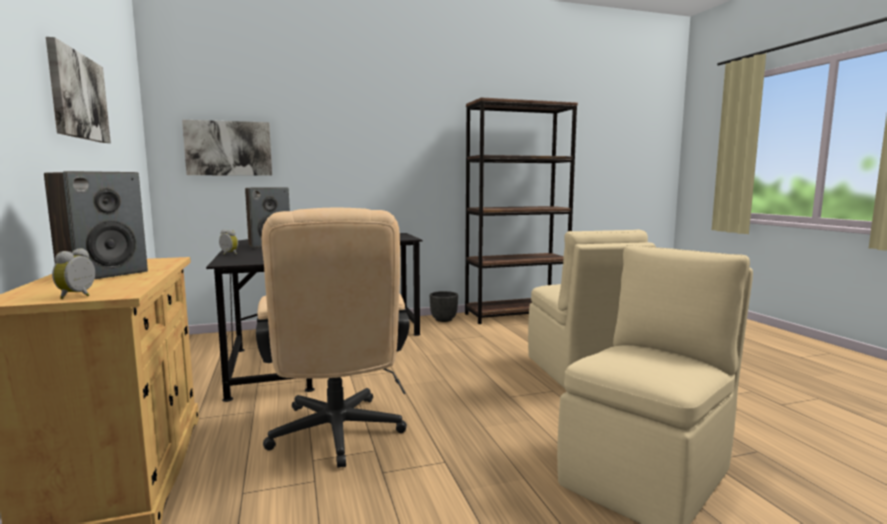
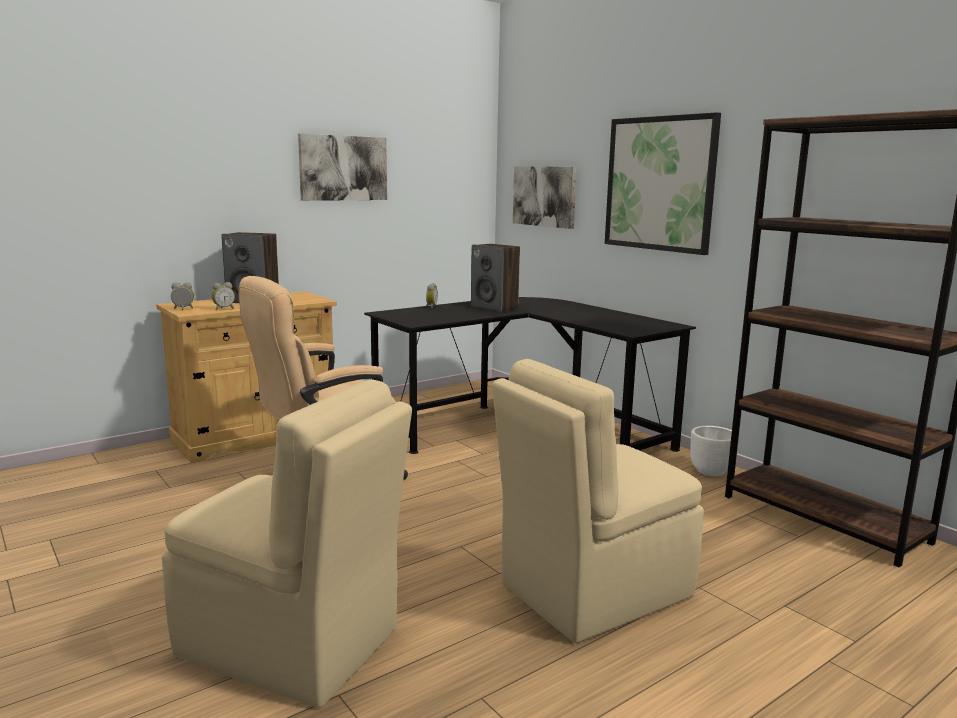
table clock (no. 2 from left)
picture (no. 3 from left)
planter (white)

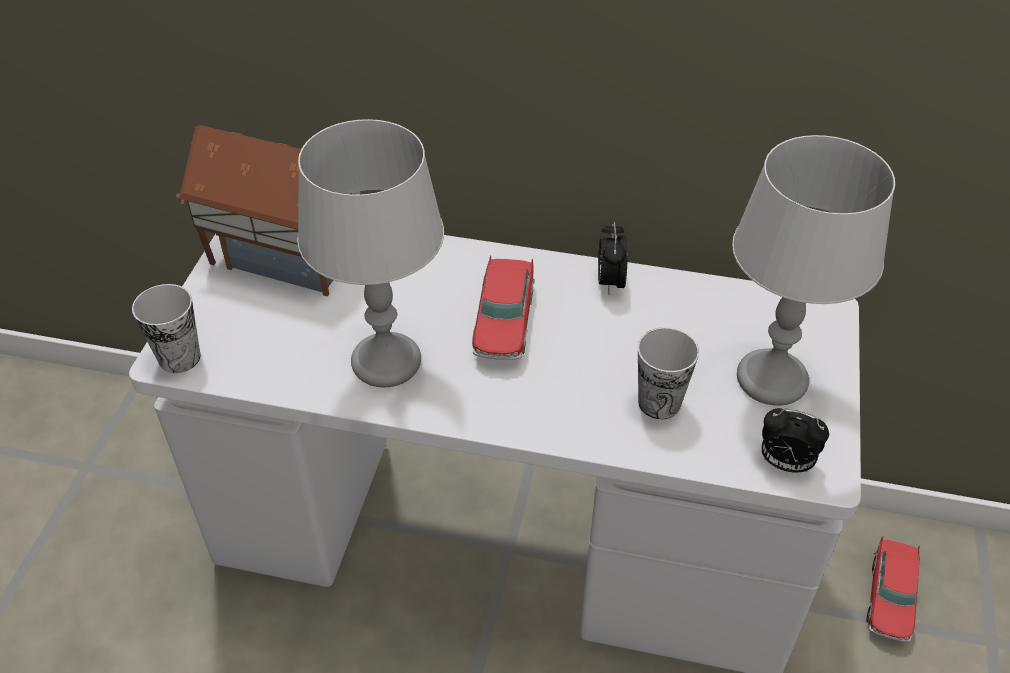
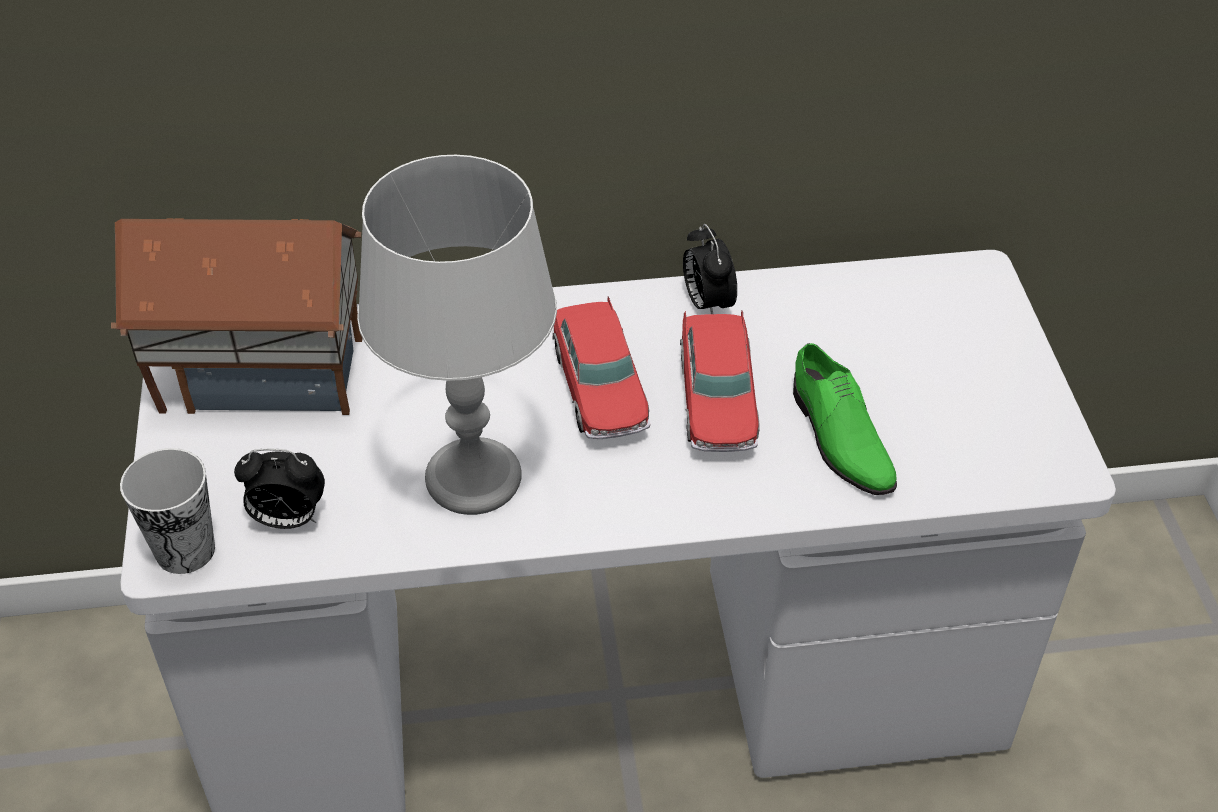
table clock (no. 1 from left)
toy car (no. 2 from left)
item of footwear (green)
lamp for a table (grey) (no. 2 from left in the first image)

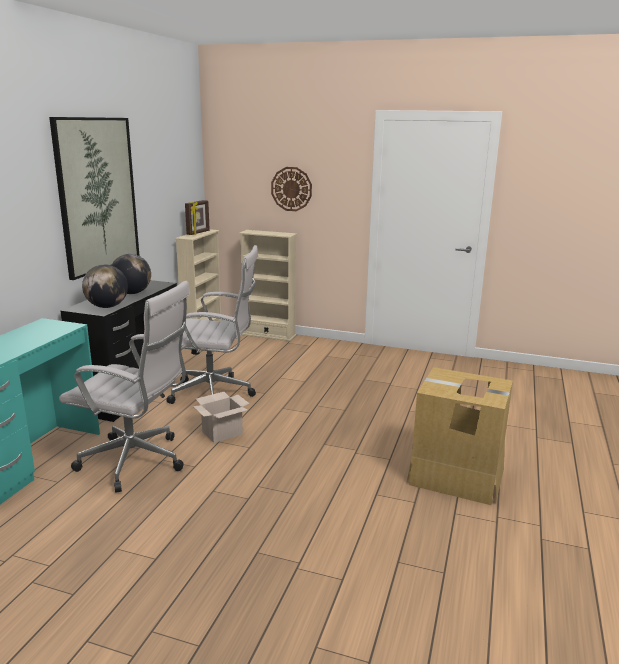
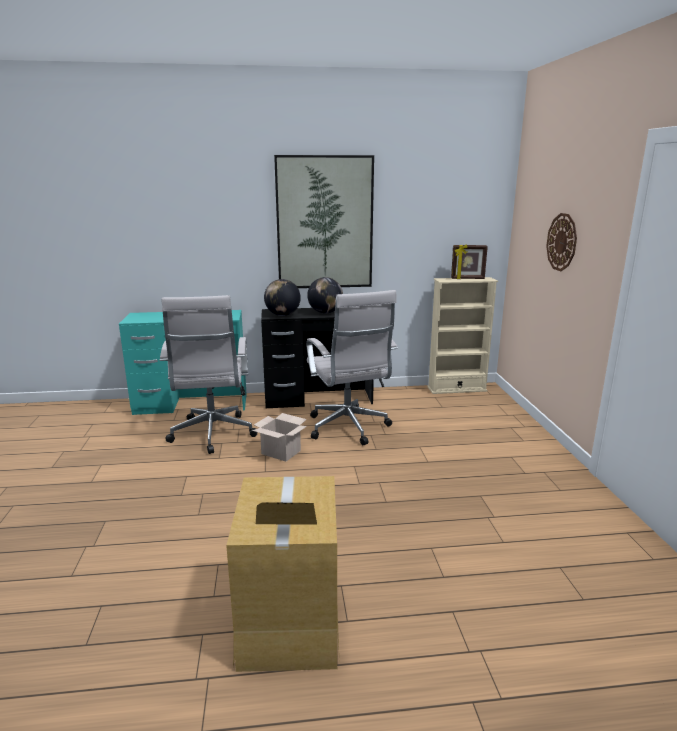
shelving unit (beige) (no. 2 from left in the first image)

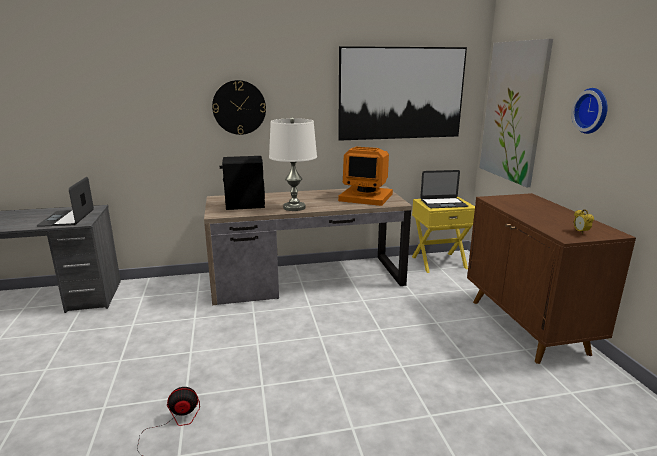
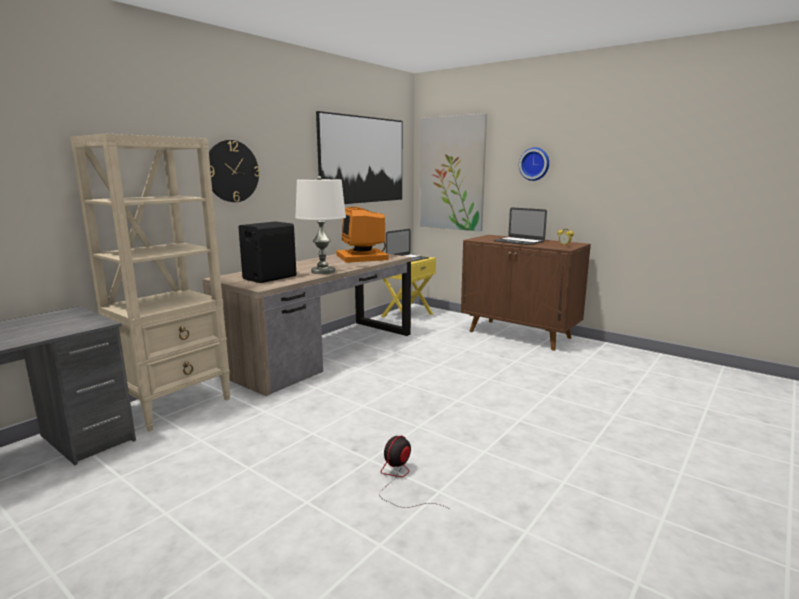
shelving unit (beige)
monitor
notebook computer (no. 2 from left)

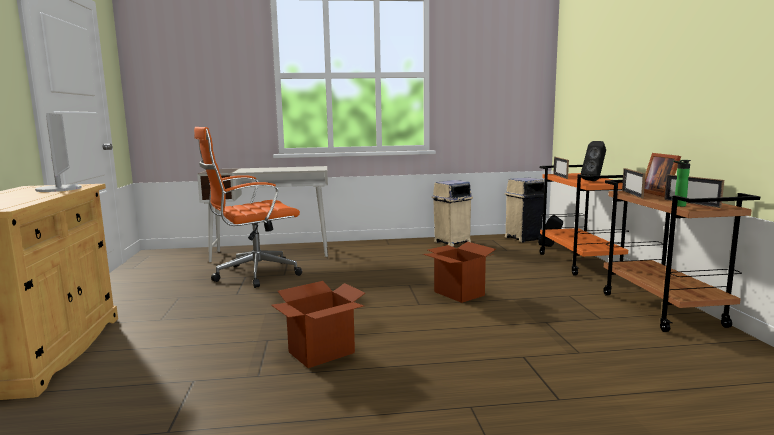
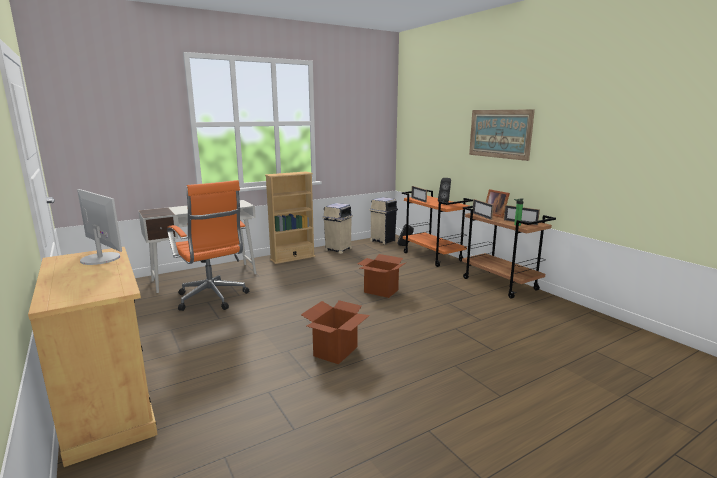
computer chair (orange-coloured)
shelving unit (beige)
picture

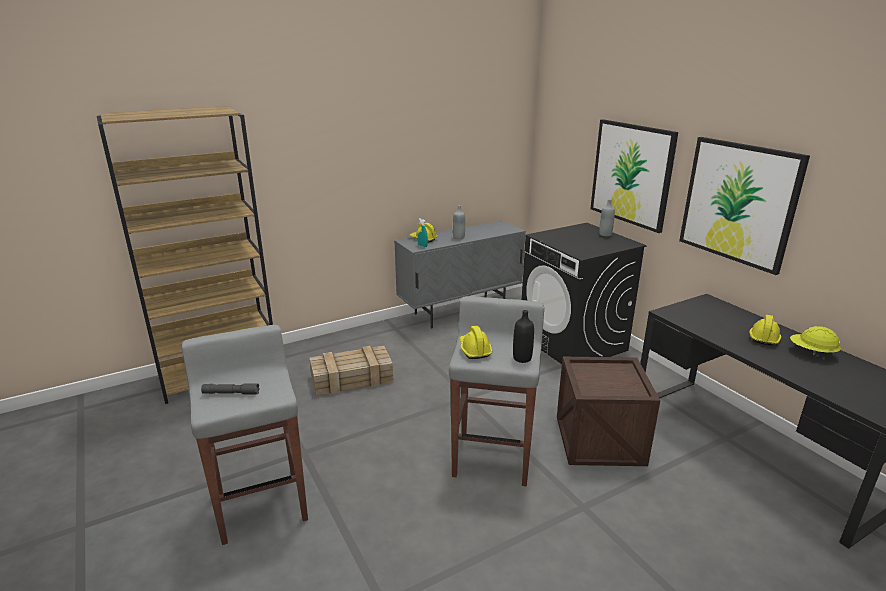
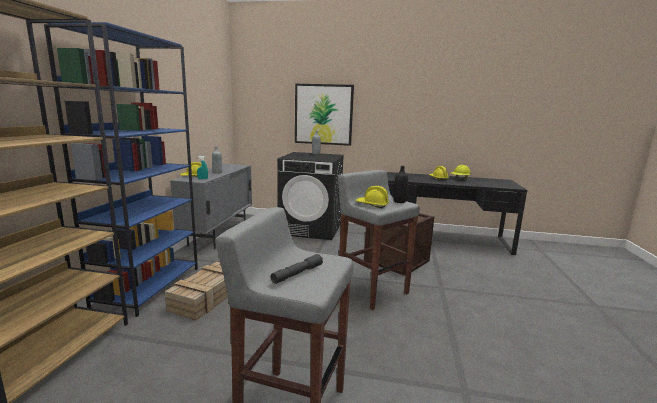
shelving unit (bluish)
picture (no. 2 from left in the first image)

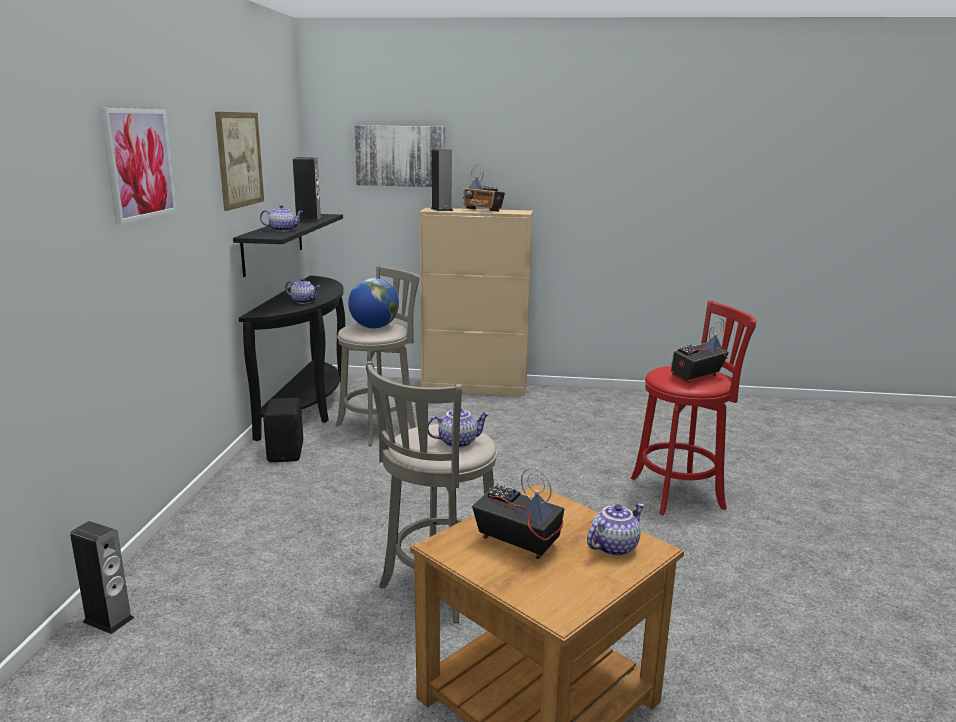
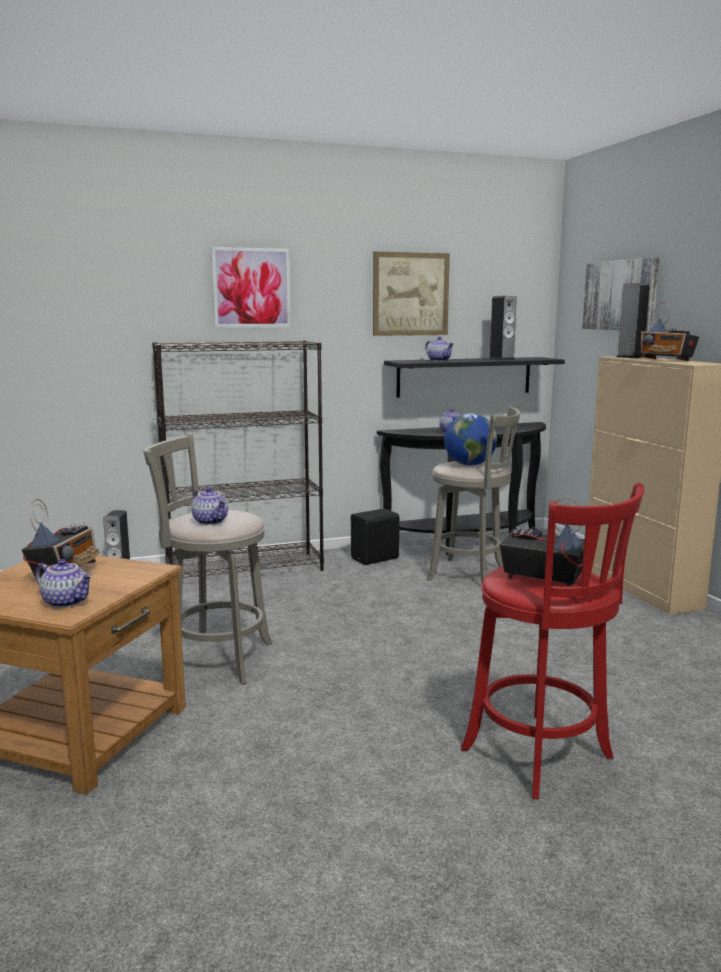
shelving unit (blackish)
radio receiver (no. 3 from left)

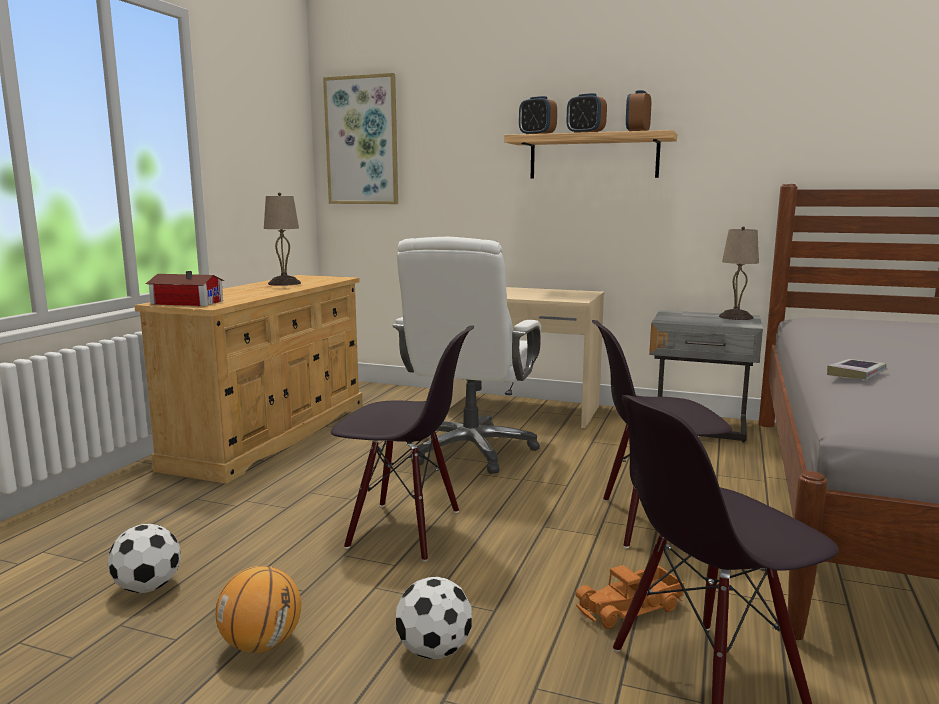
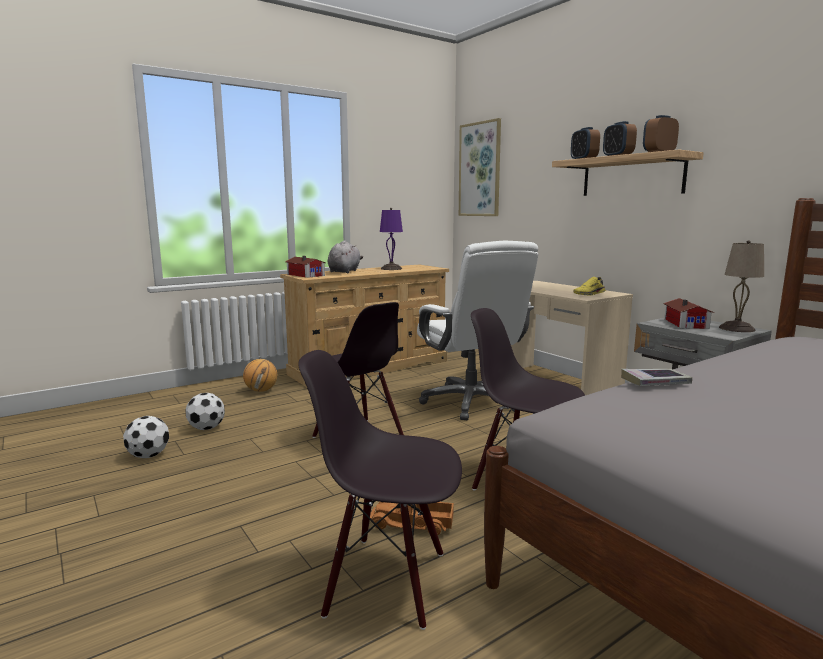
football (no. 1 from left)
basketball
soft toy (grey)
lamp for a table (purplish)
computer chair (white)
item of footwear (yellow)
toy house (no. 2 from left)

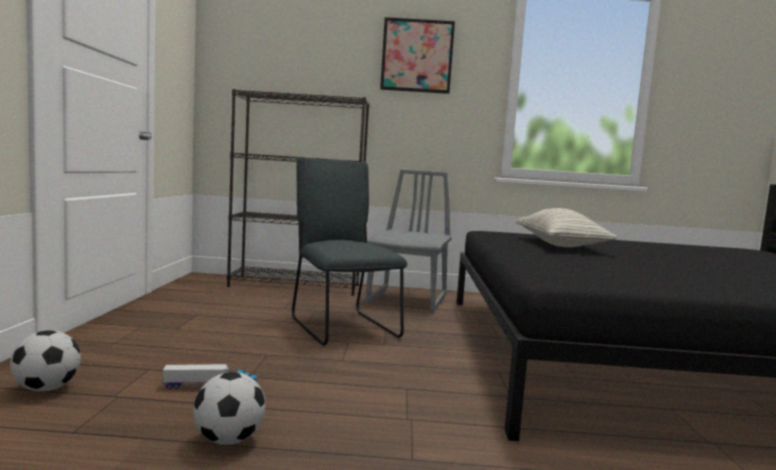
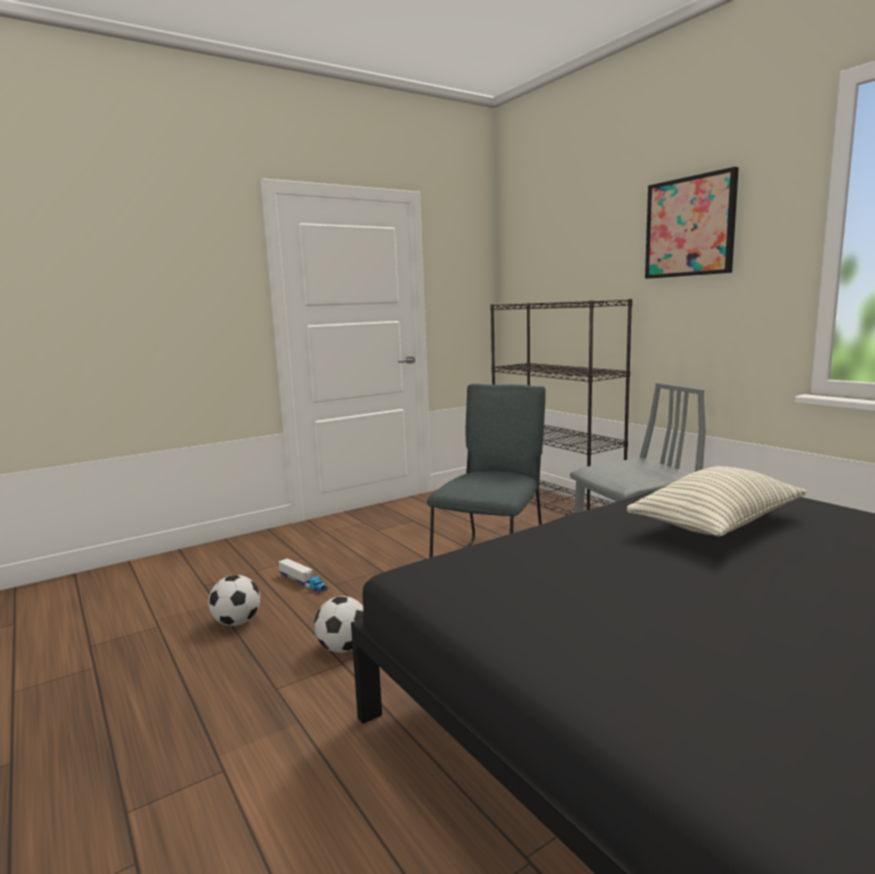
football (no. 2 from left)

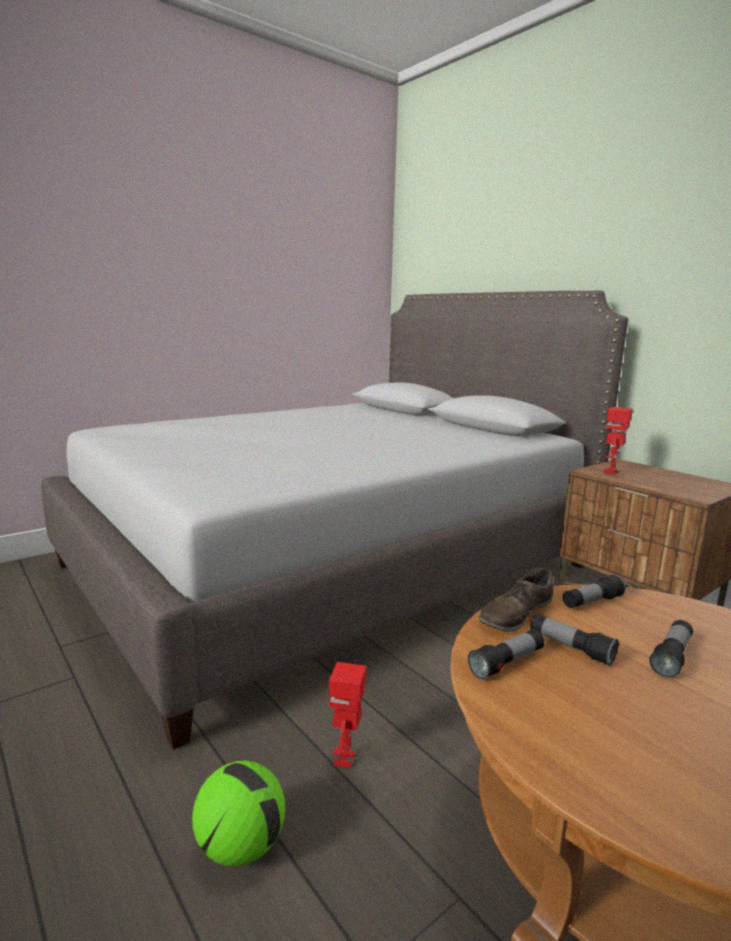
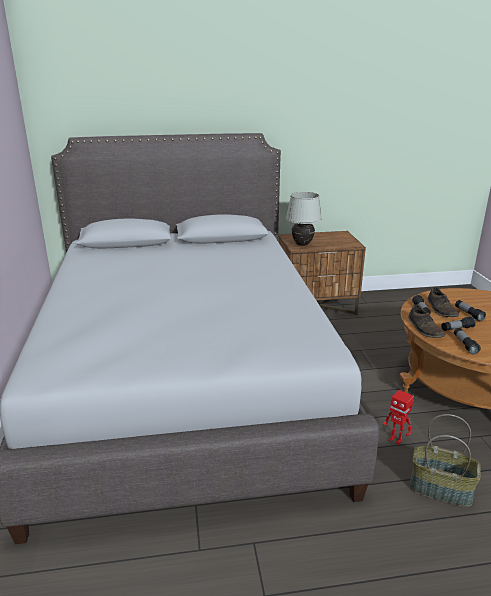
lamp for a table (white)
basket
item of footwear (brown-coloured) (no. 2 from left)

